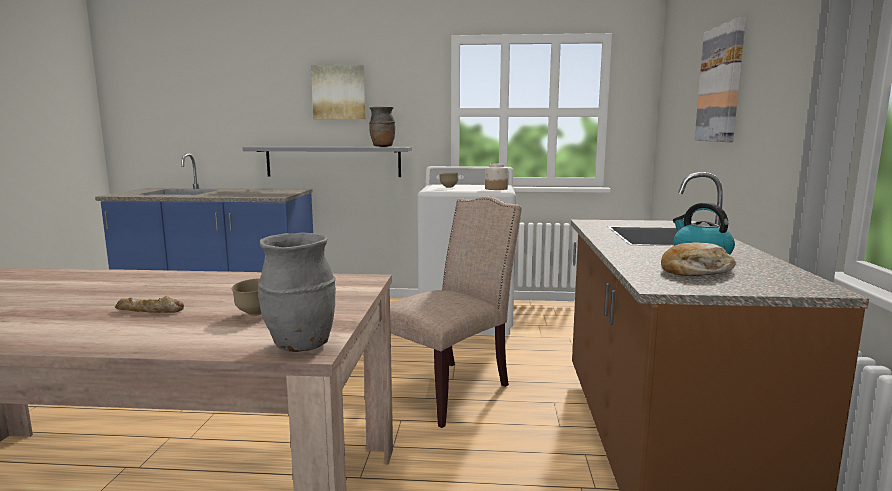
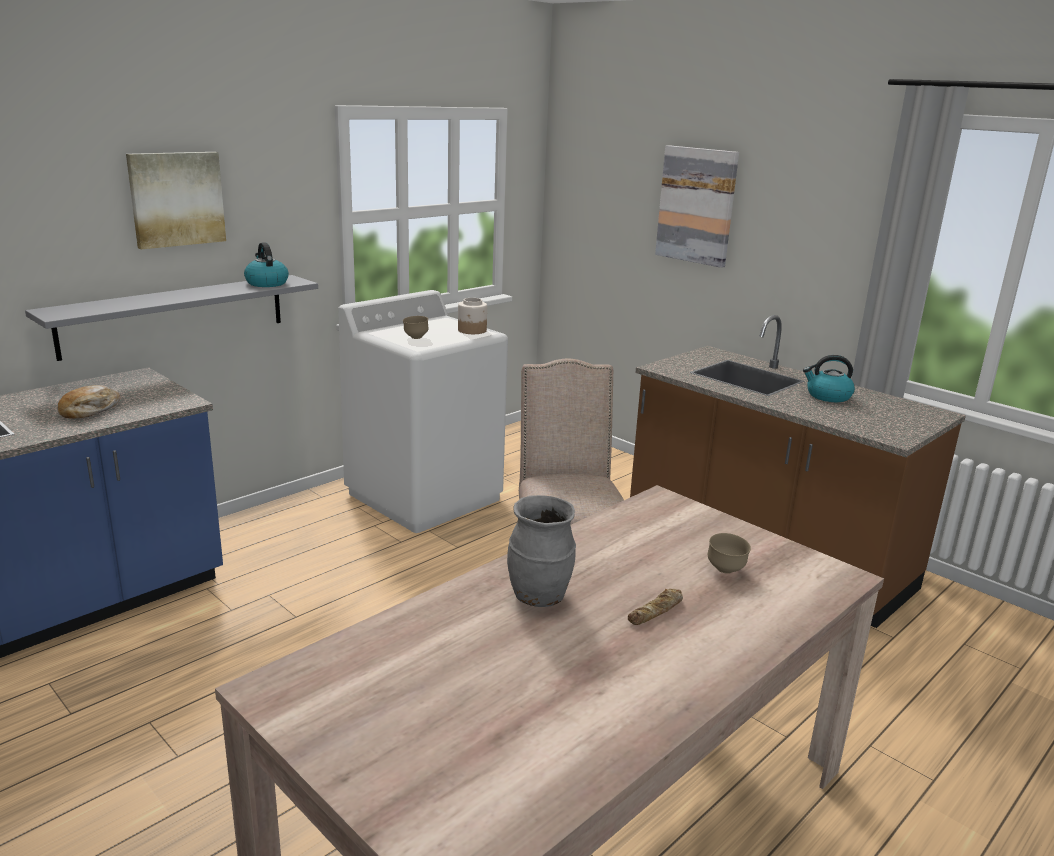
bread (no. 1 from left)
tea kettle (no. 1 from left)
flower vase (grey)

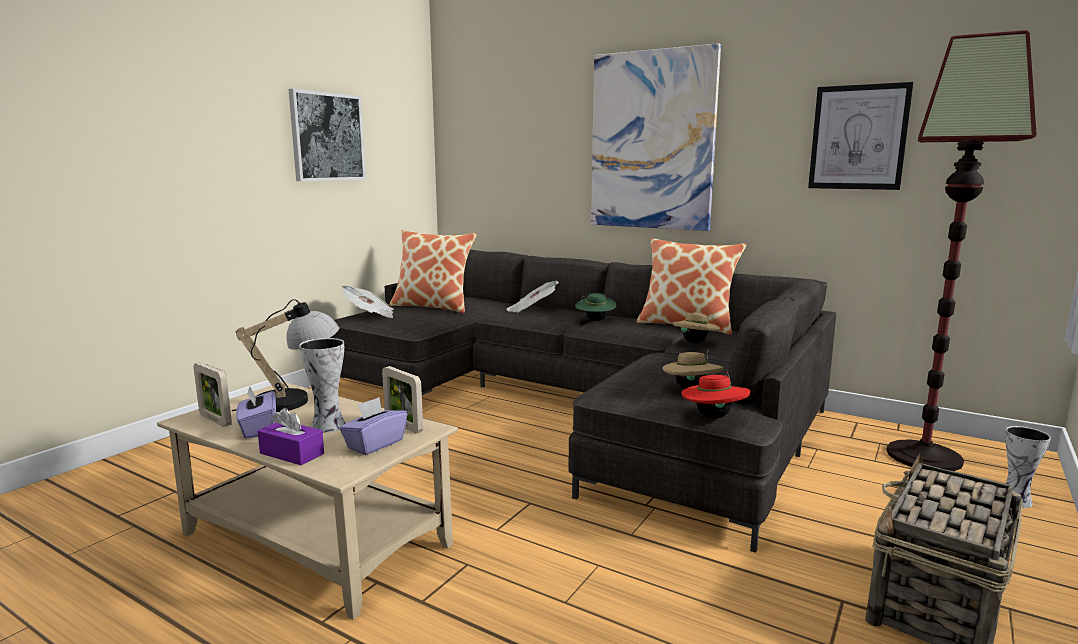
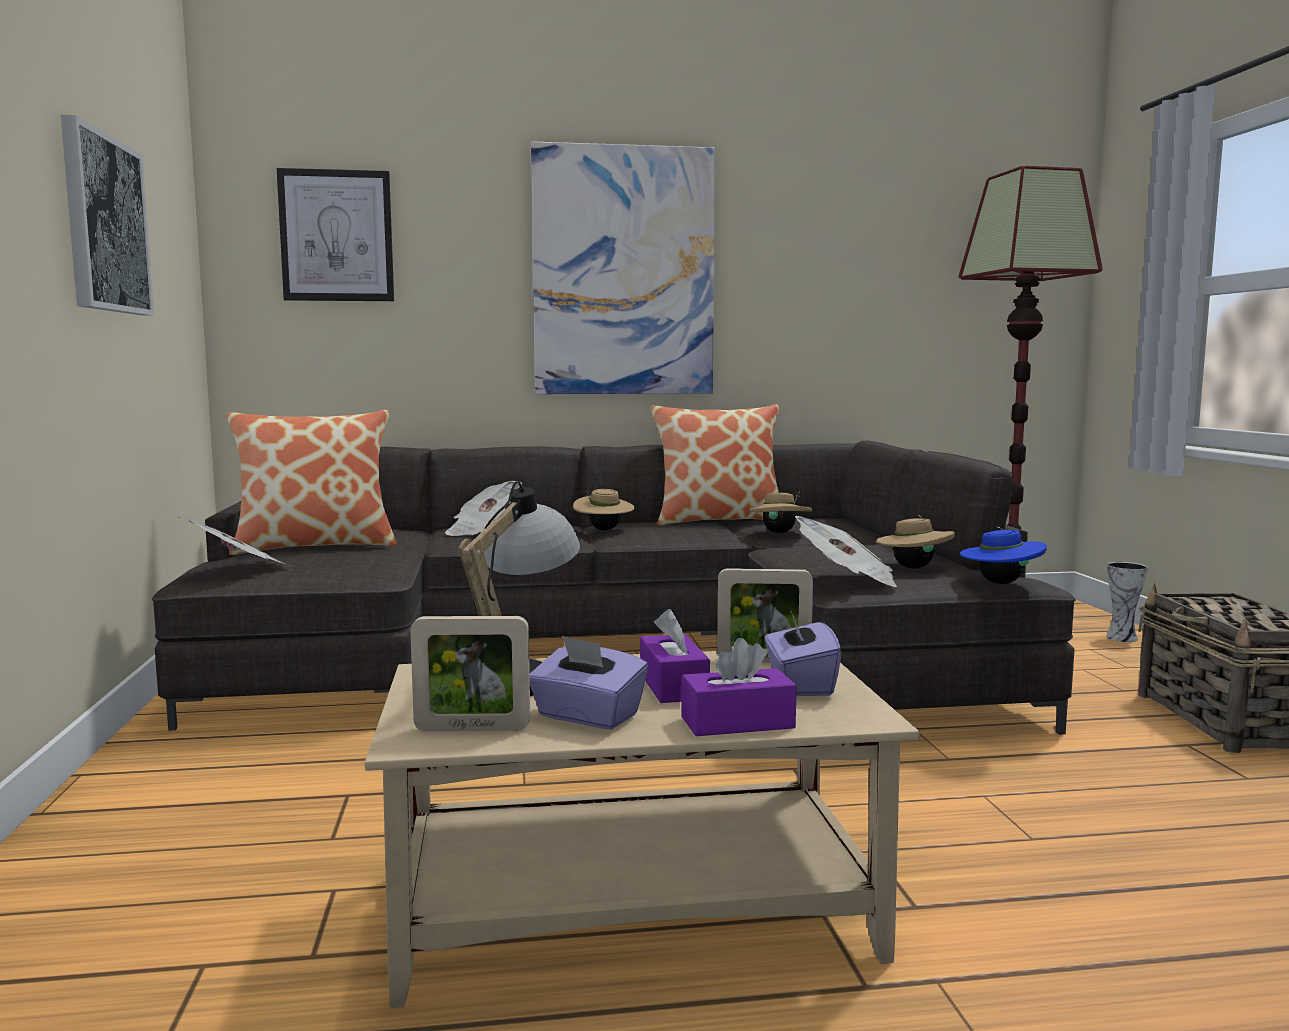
picture (no. 2 from left)
clothing hat (beige) (no. 1 from left)
box of tissues (purplish) (no. 2 from left)
newspaper (no. 3 from left)
clothing hat (bluish)

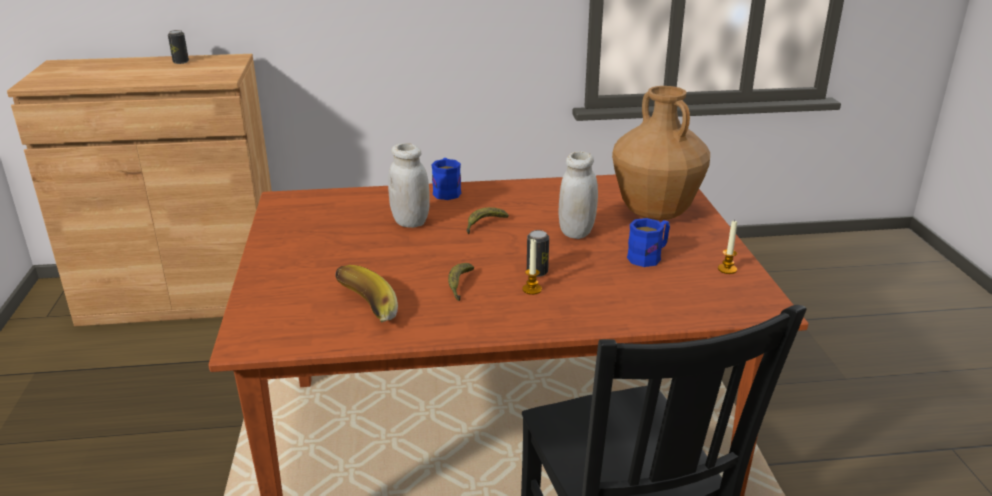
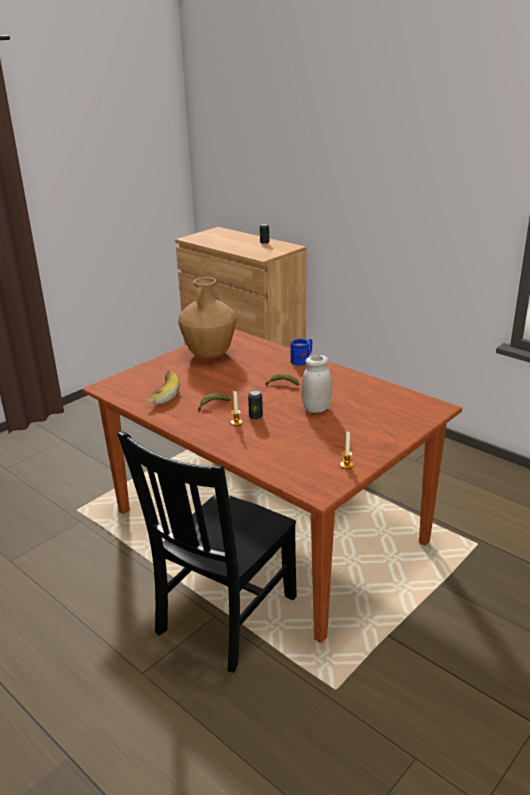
flower vase (brown-coloured)
jar (white) (no. 1 from left in the first image)
mug (bluish) (no. 2 from left in the first image)

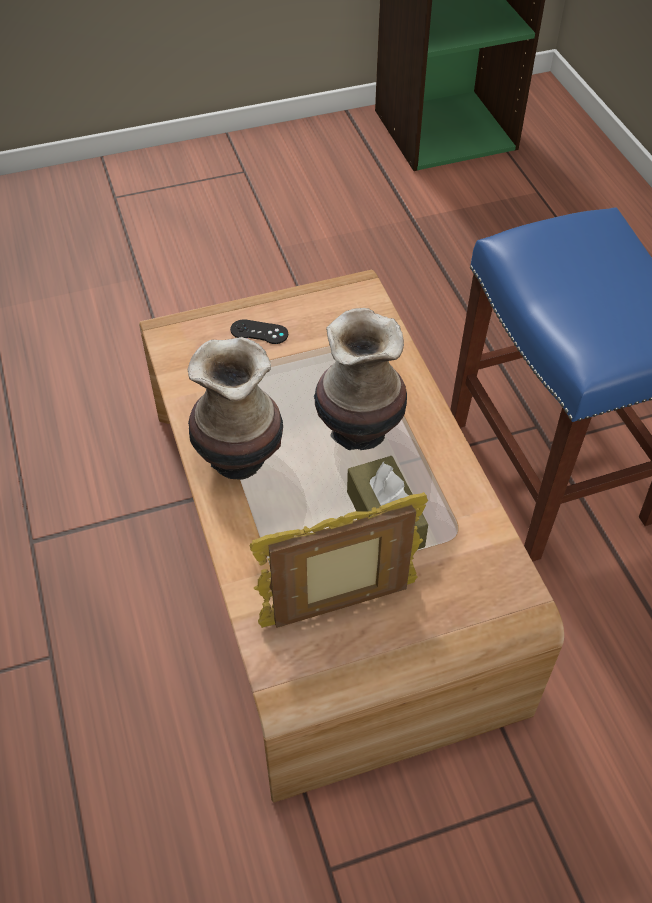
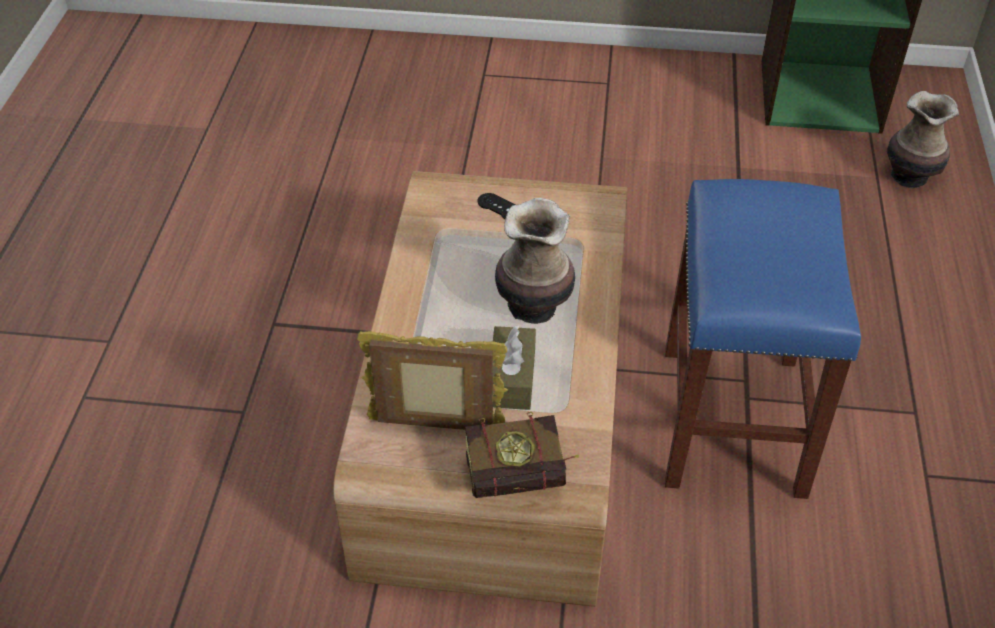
book
flower vase (no. 2 from left)

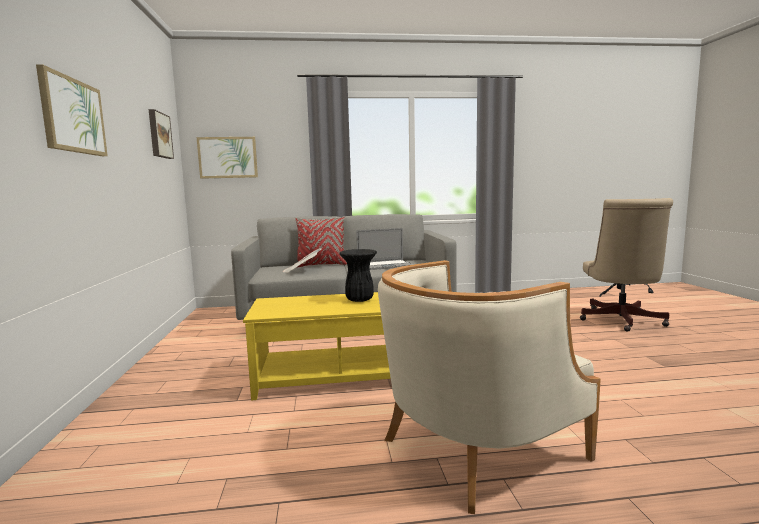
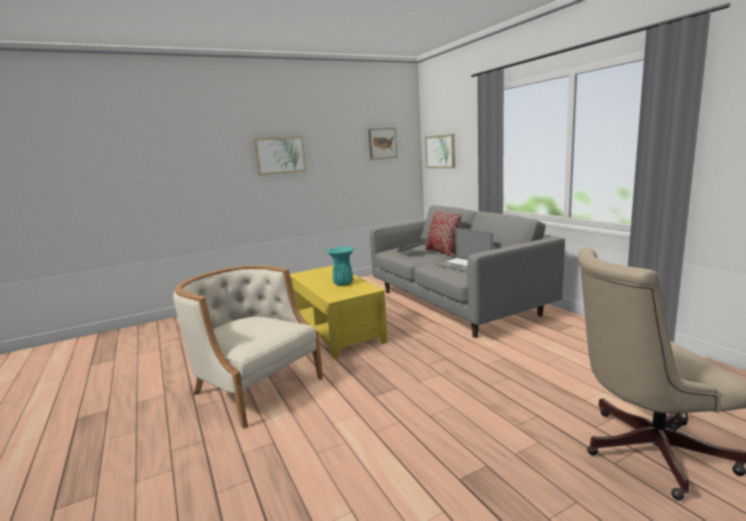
flower vase (turquoise-coloured)

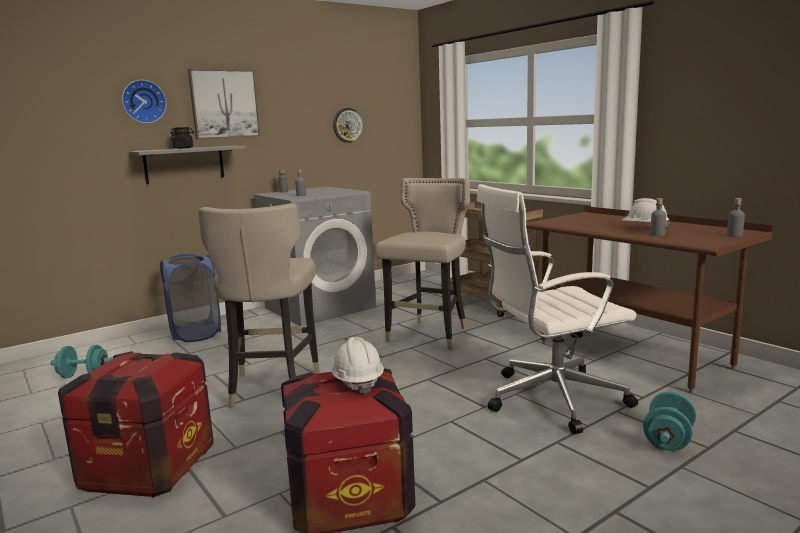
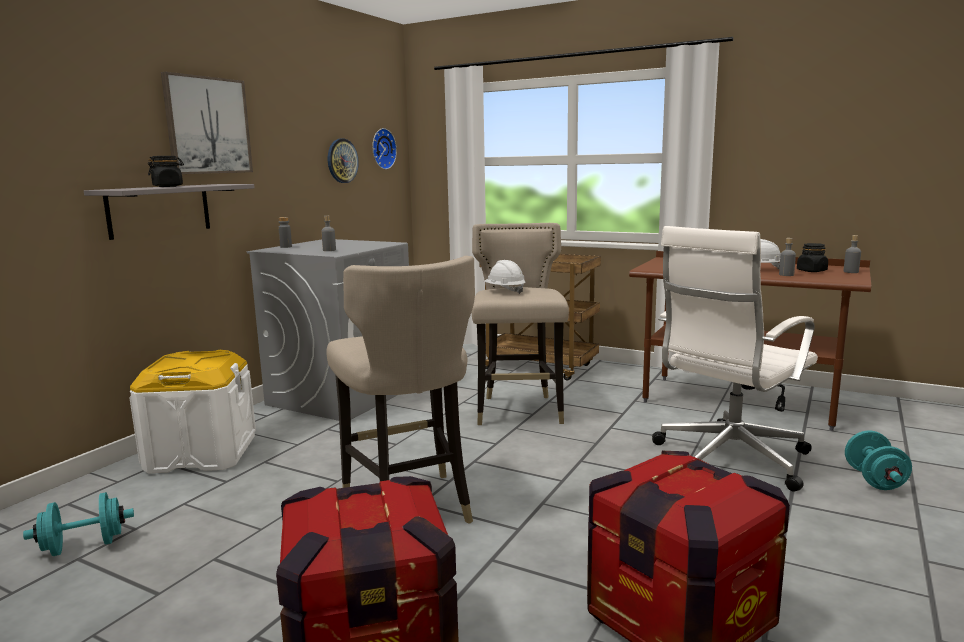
storage bin (white)
wall clock (no. 2 from left)
safety helmet (white) (no. 1 from left)
jar (blackish) (no. 2 from left)

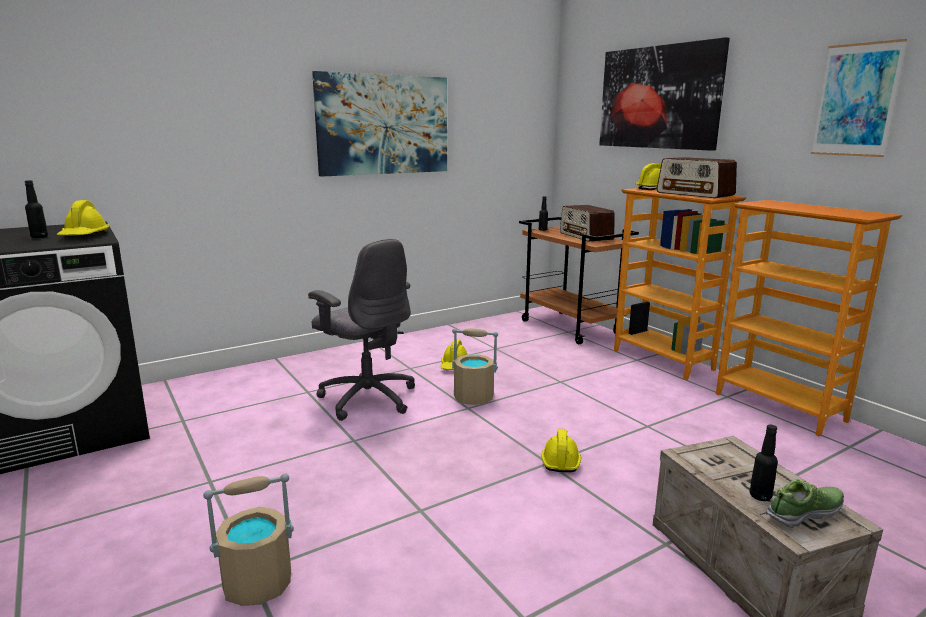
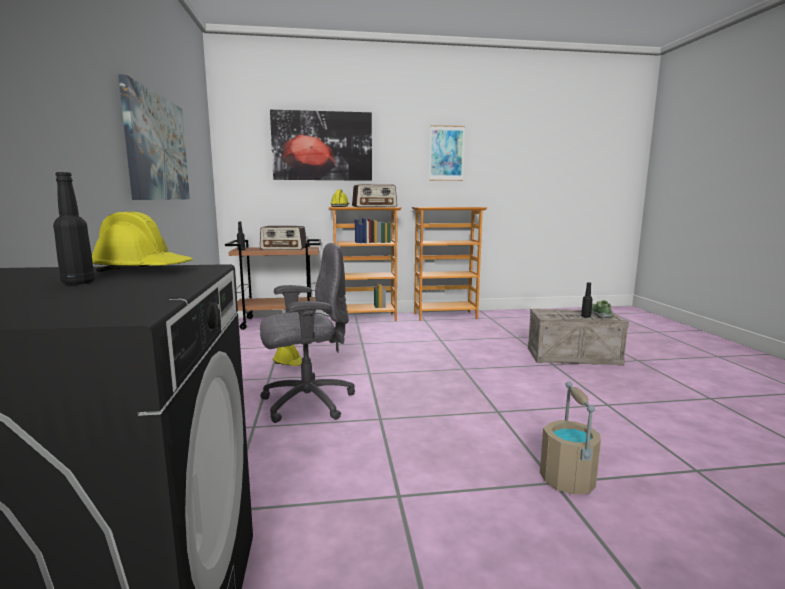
water bucket (beige) (no. 2 from left in the first image)
safety helmet (yellow) (no. 3 from left in the first image)

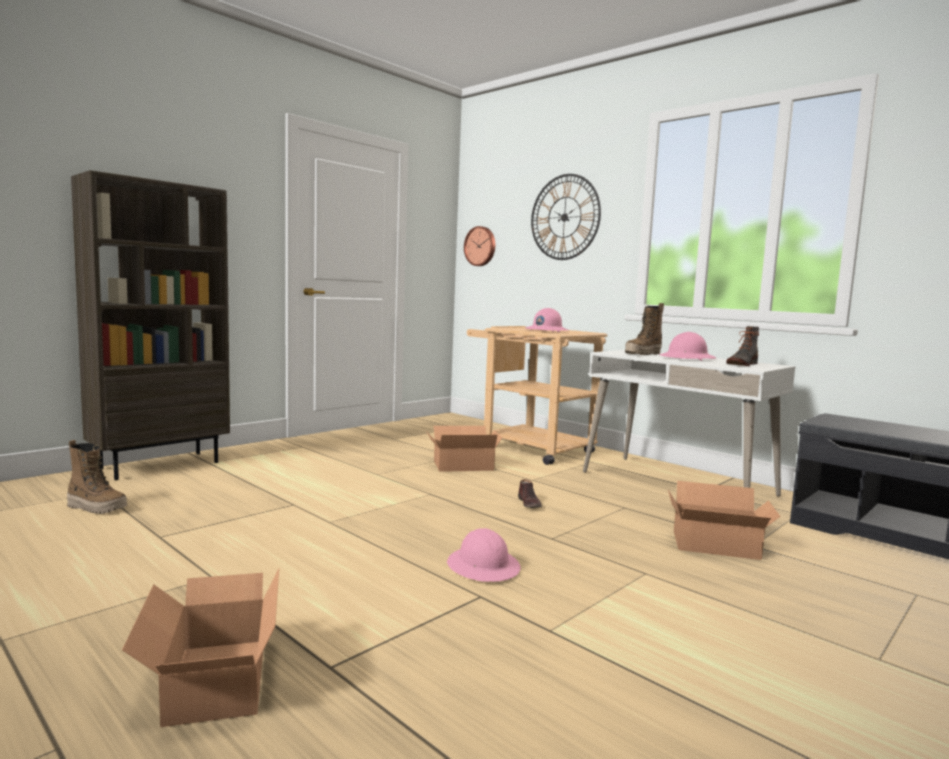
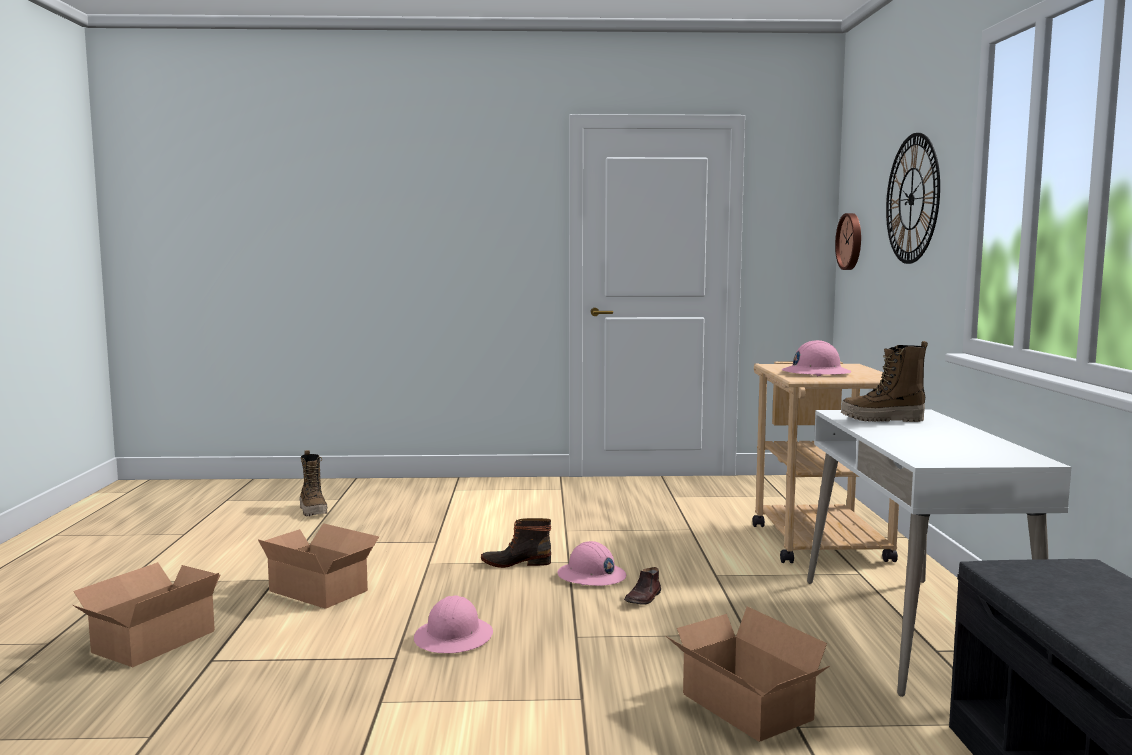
packing box (no. 2 from left)
high-top boot (no. 2 from left)
safety helmet (pink) (no. 2 from left)
shelving unit (brown-coloured)

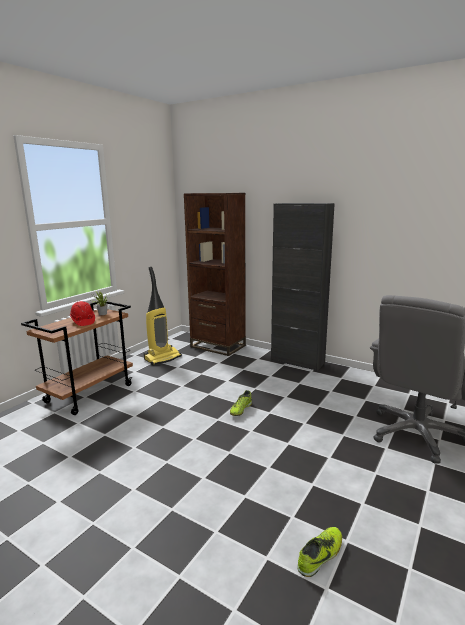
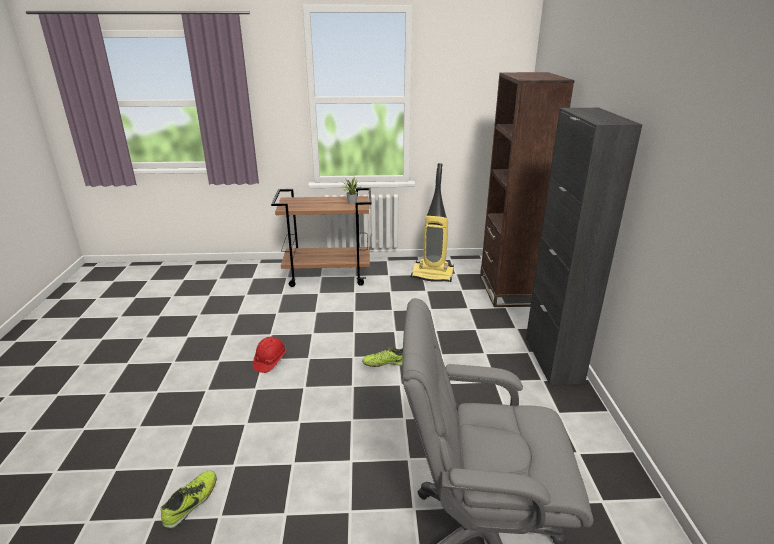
item of footwear (no. 1 from left)
safety helmet (red-coloured)

